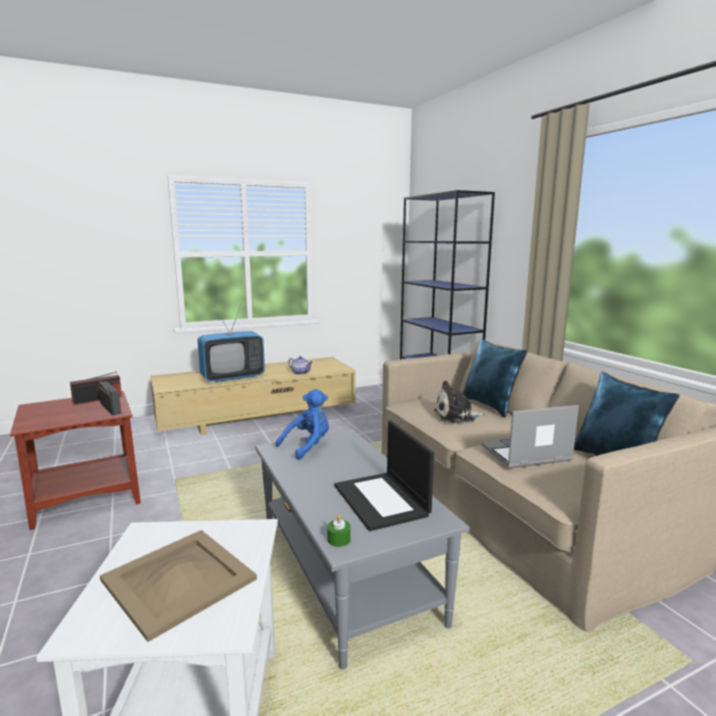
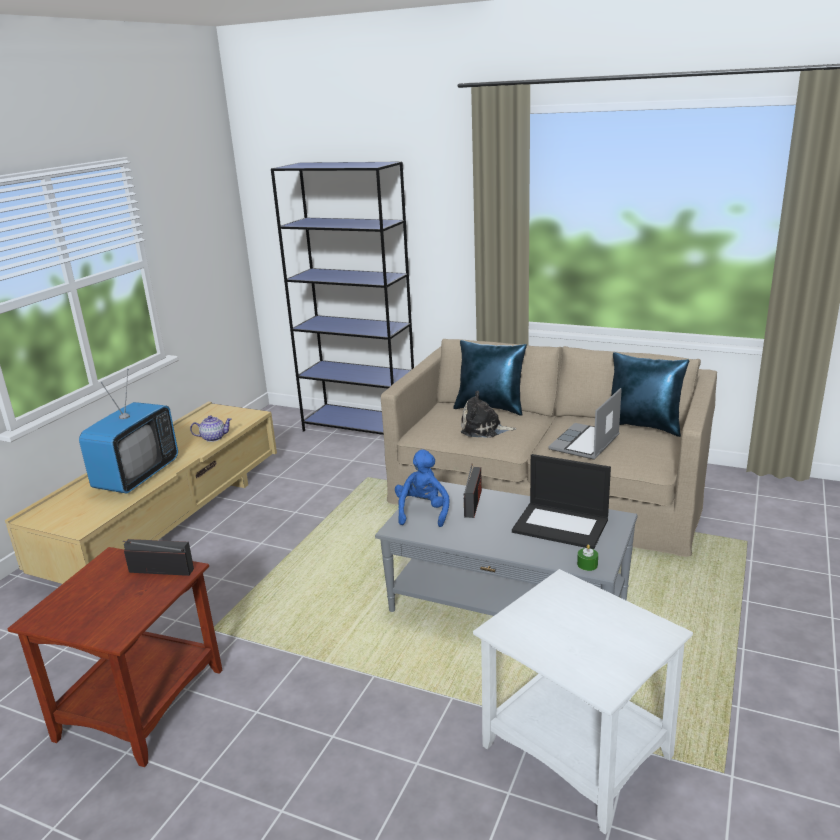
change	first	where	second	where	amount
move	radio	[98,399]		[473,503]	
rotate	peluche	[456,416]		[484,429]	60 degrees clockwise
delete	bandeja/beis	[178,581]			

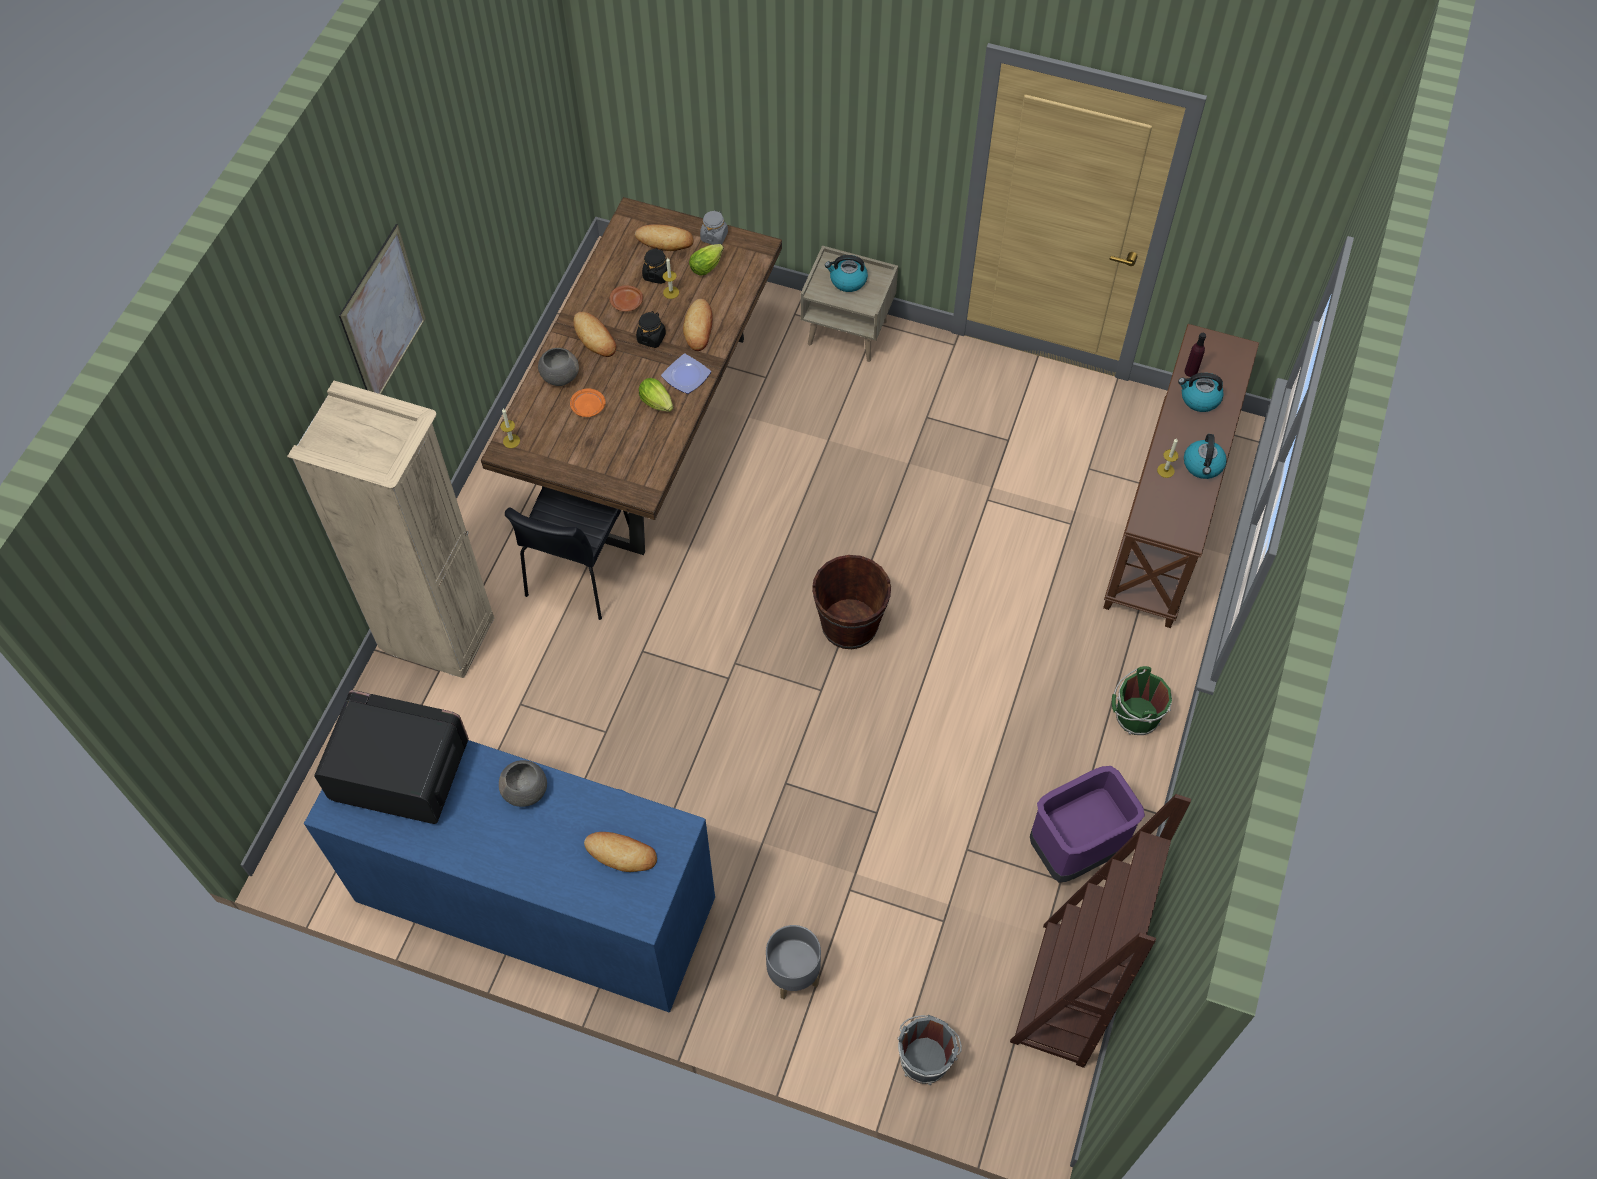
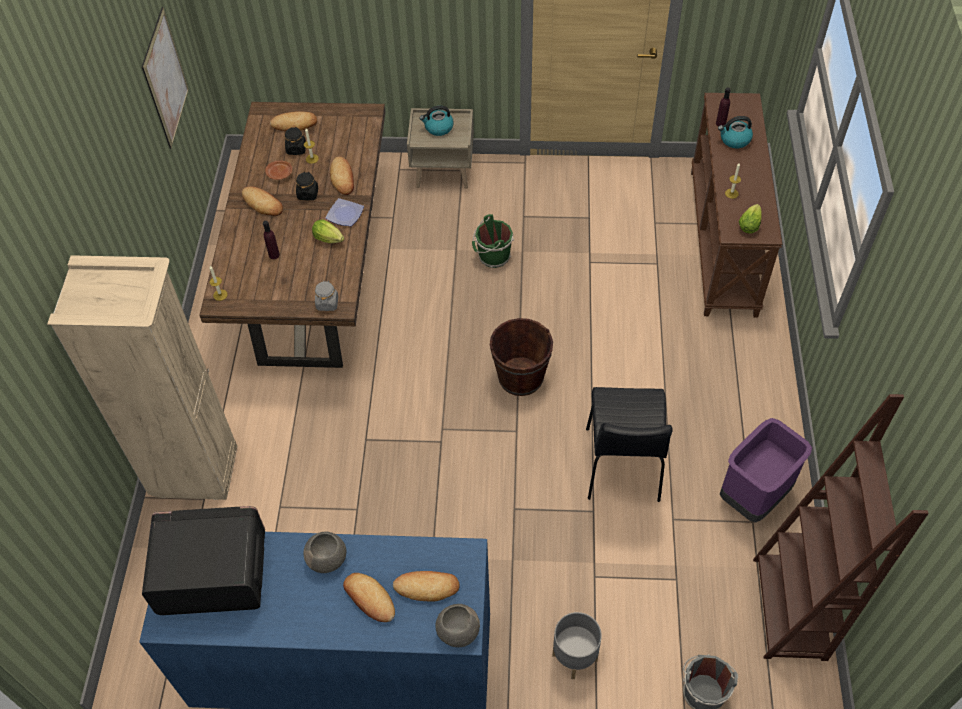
change	first	where	second	where	amount
move	tarro/gris	[714,236]		[327,303]	
move	cuadro	[383,316]		[165,78]	
move	lechuga	[708,265]		[750,224]	
move	cuenco/gris	[559,376]		[457,631]	
replace	plato/naranja	[587,407]	botella/morado	[274,255]	
delete	hervidor	[1203,465]			
move	silla/negro	[579,573]		[623,467]	
move	cubo/verde	[1135,717]		[492,257]	
insert			pan	[369,599]	

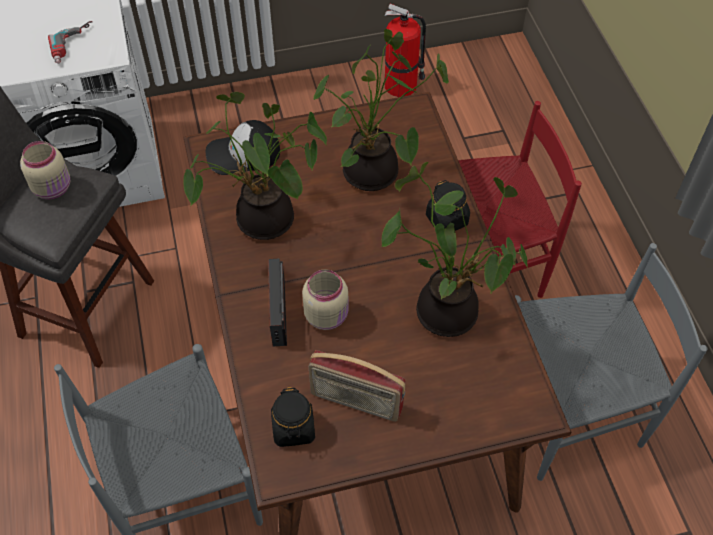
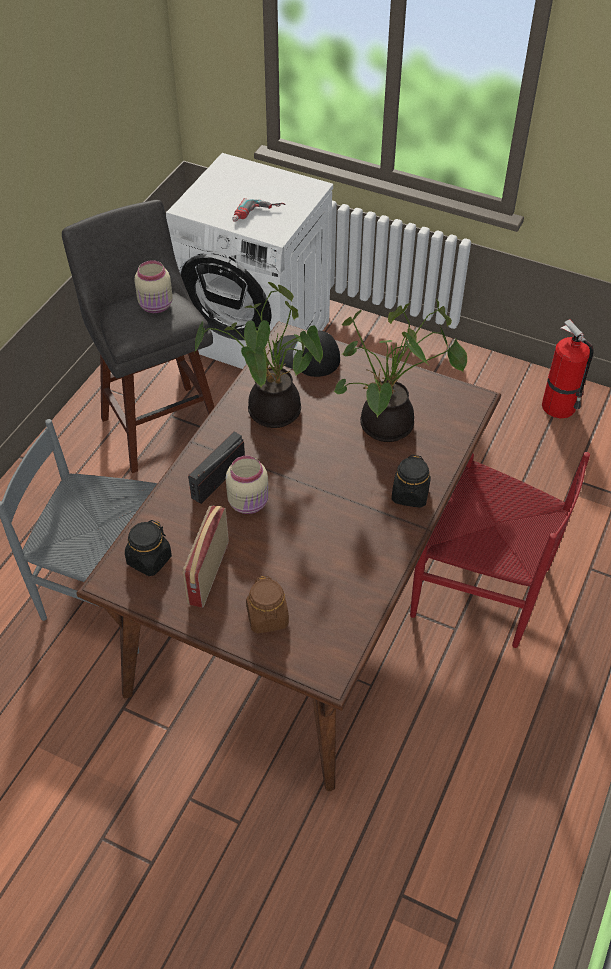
change	first	where	second	where	amount
delete	planta en maceta	[448,308]			
delete	silla/gris	[571,408]			
rotate	radio	[356,402]		[207,573]	45 degrees clockwise
insert			tarro/marrón	[267,617]	

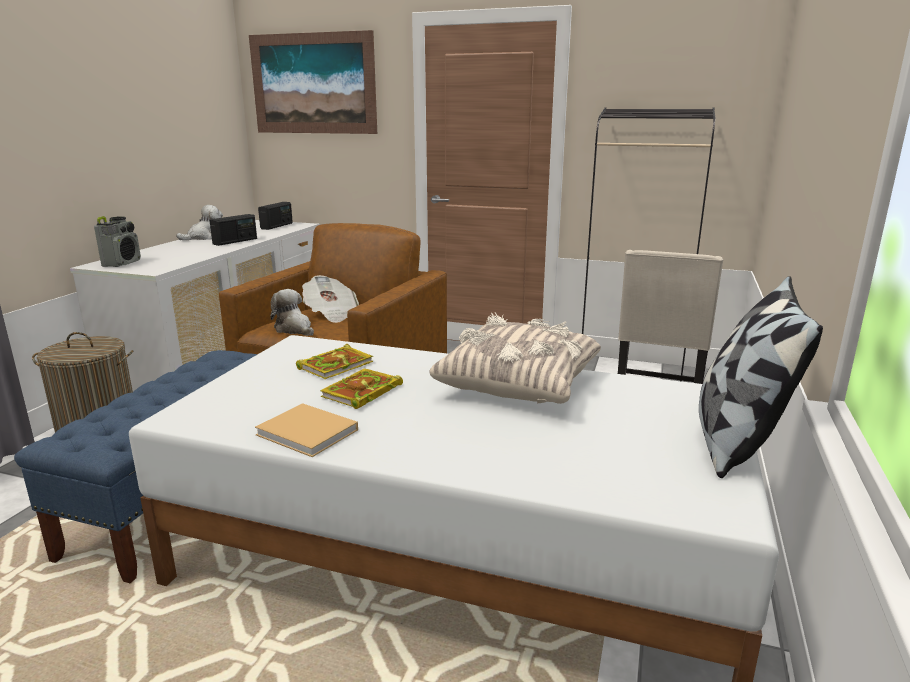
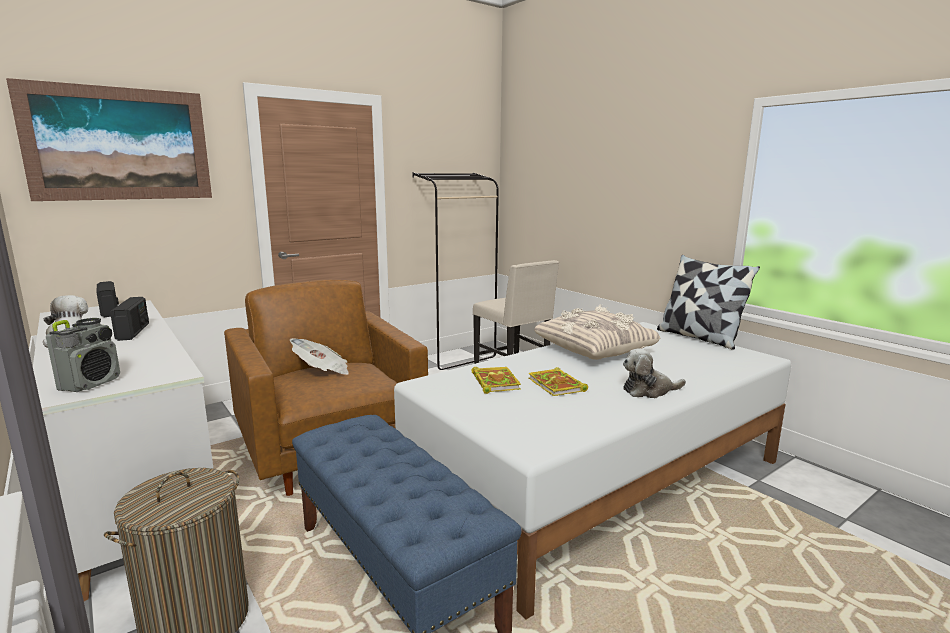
change	first	where	second	where	amount
rotate	radio	[122,263]		[91,383]	60 degrees clockwise
move	peluche	[294,329]		[649,390]	
delete	libro/beis	[309,433]			

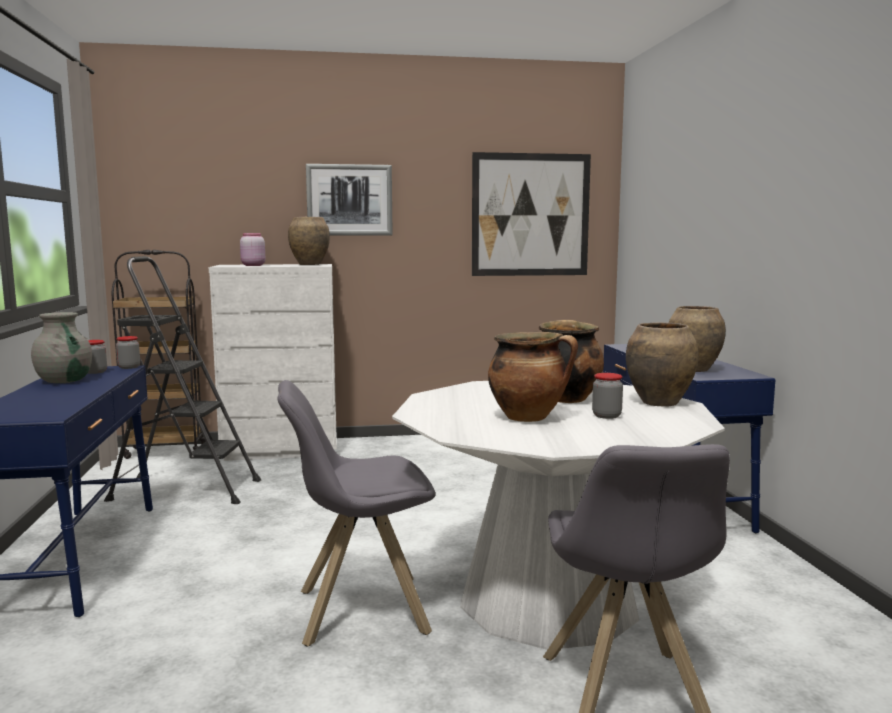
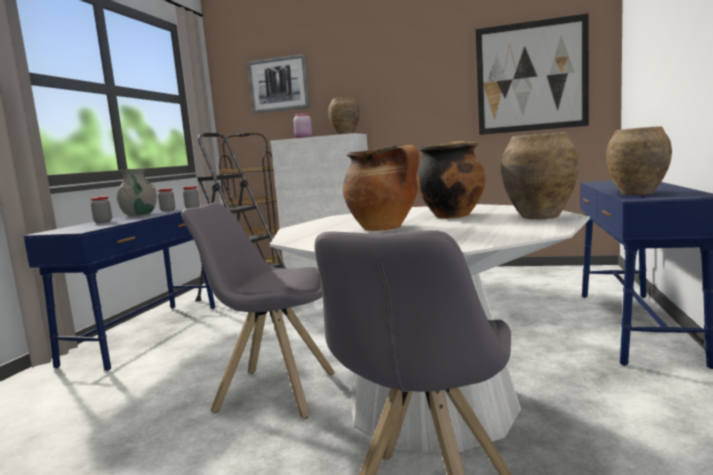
change	first	where	second	where	amount
move	cuadro	[349,200]		[278,84]	
move	tarro	[606,416]		[103,222]	

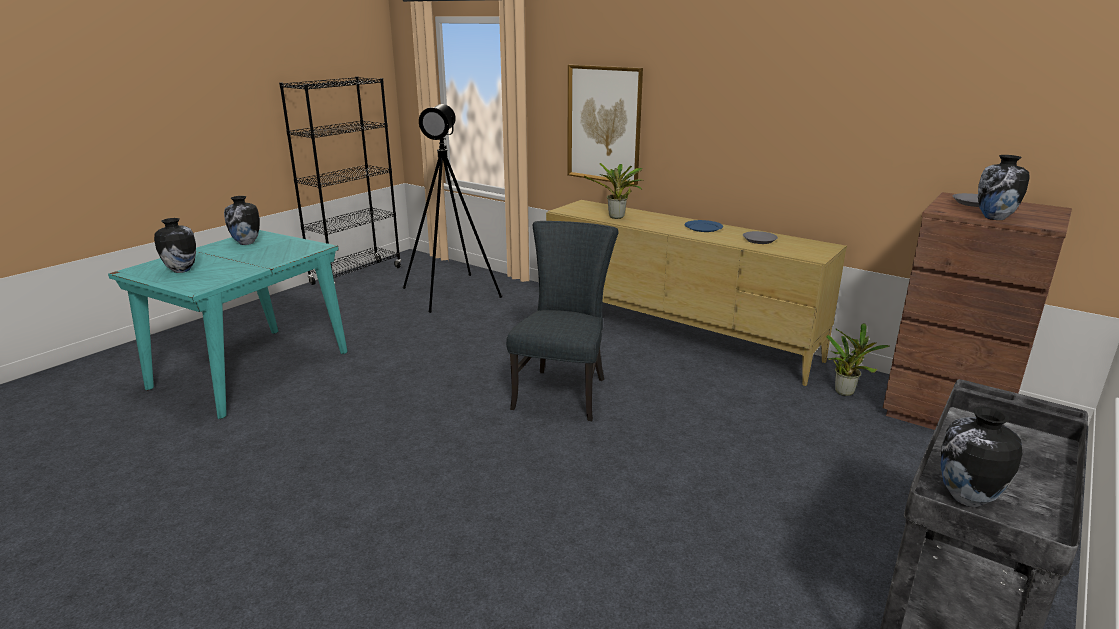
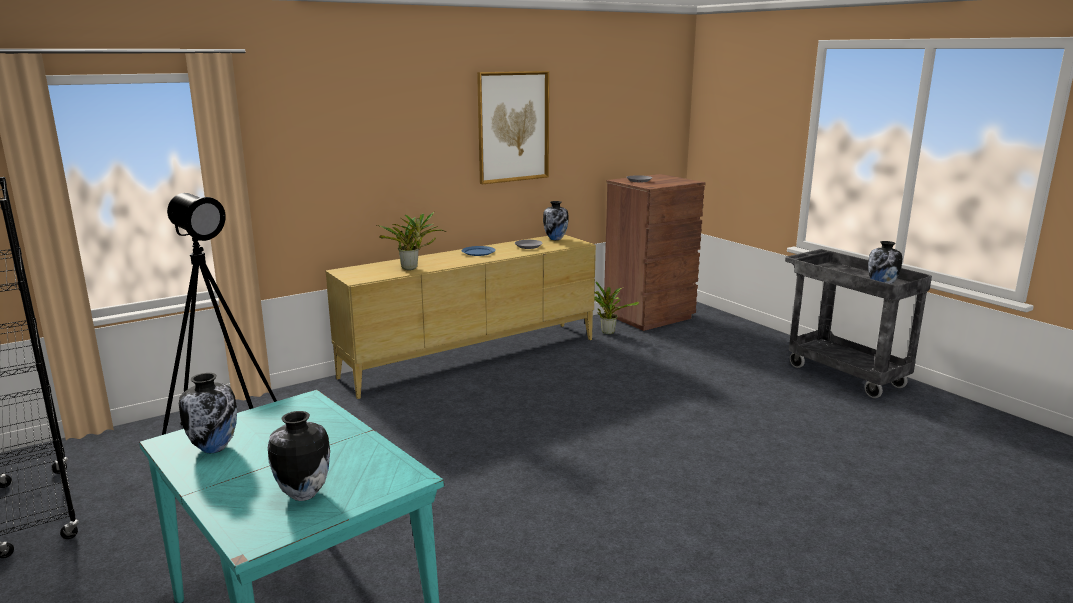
change	first	where	second	where	amount
move	cuadro	[604,124]		[513,127]	
move	florero	[994,218]		[555,239]	
delete	silla/gris	[563,390]			

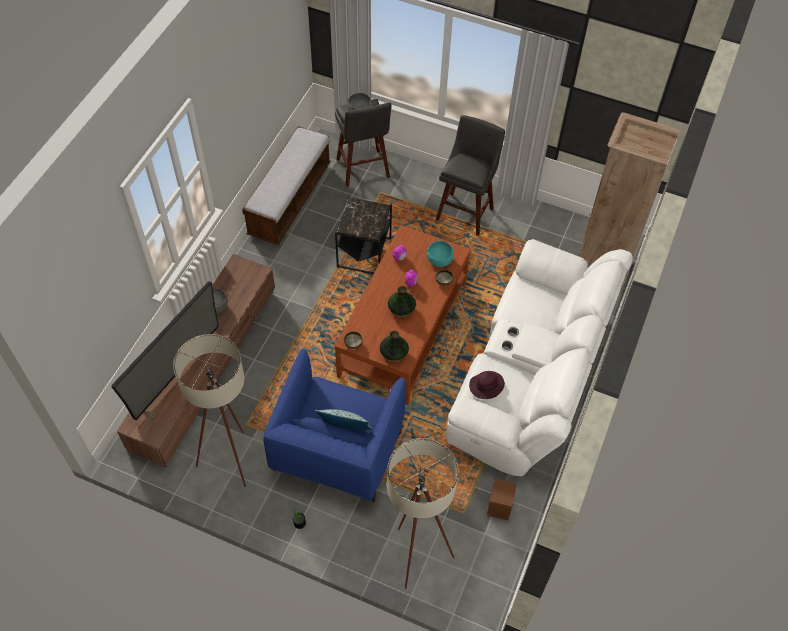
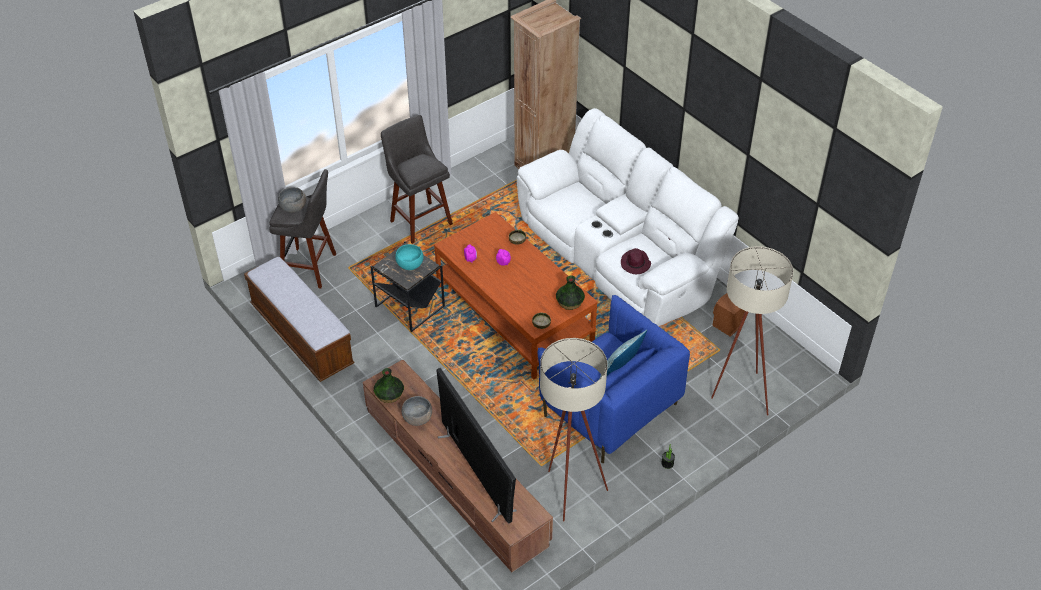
change	first	where	second	where	amount
move	cuenco/turquesa	[439,260]		[409,264]	
move	florero	[401,309]		[389,395]	

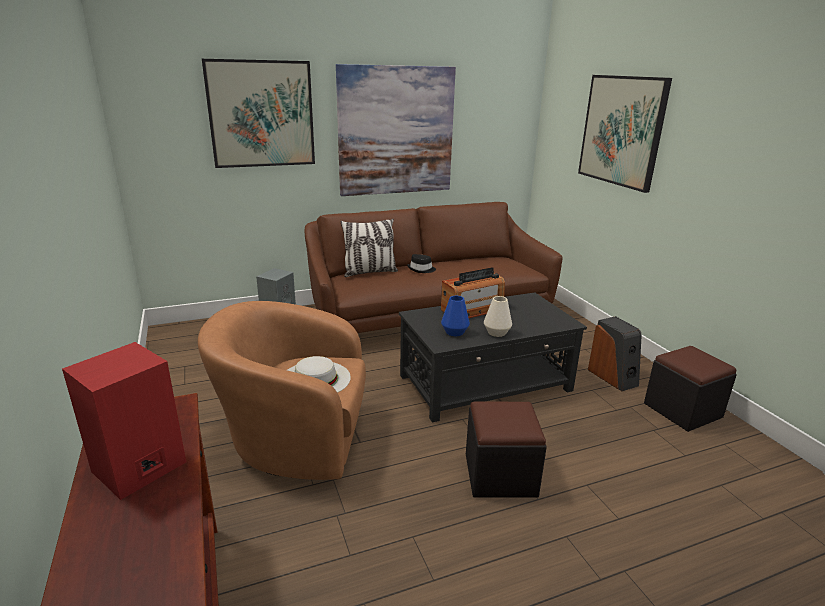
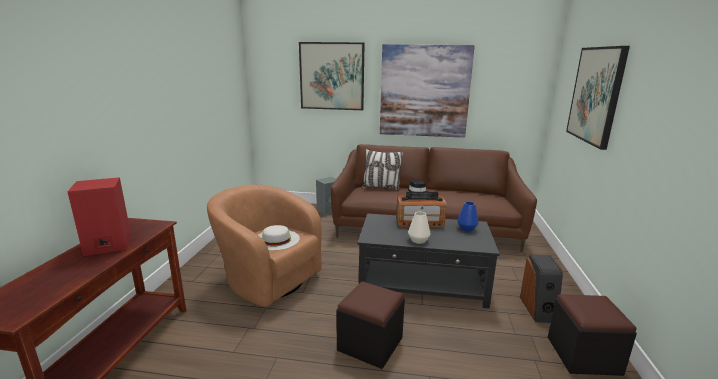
change	first	where	second	where	amount
move	florero/azul	[454,332]		[466,228]	

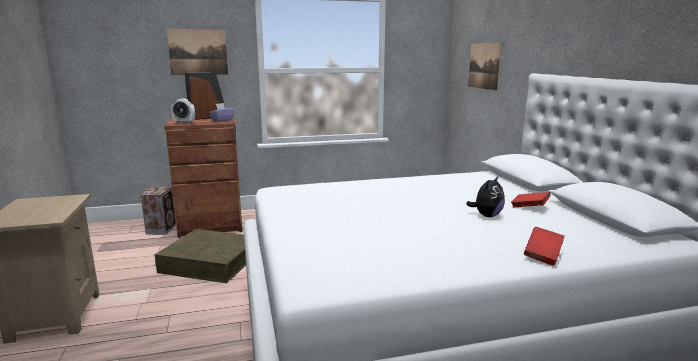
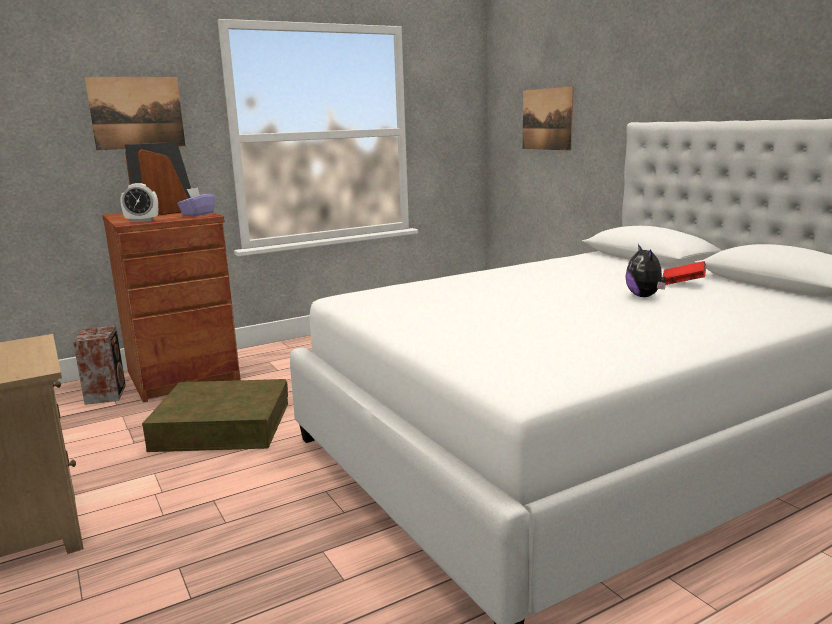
change	first	where	second	where	amount
rotate	peluche	[486,215]		[645,296]	150 degrees clockwise
delete	libro/rojo	[543,256]			

